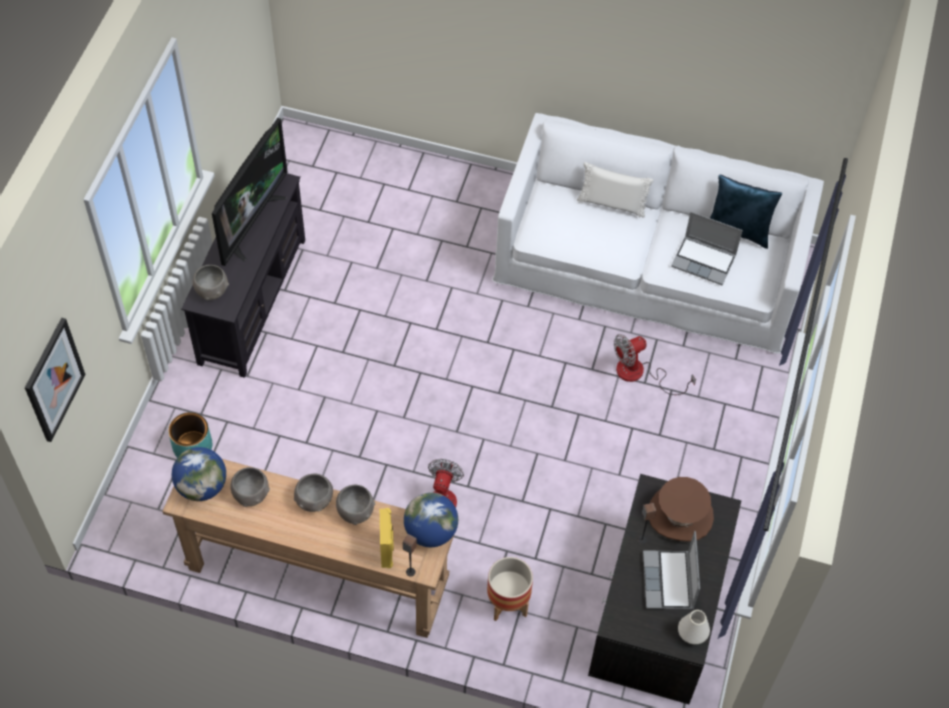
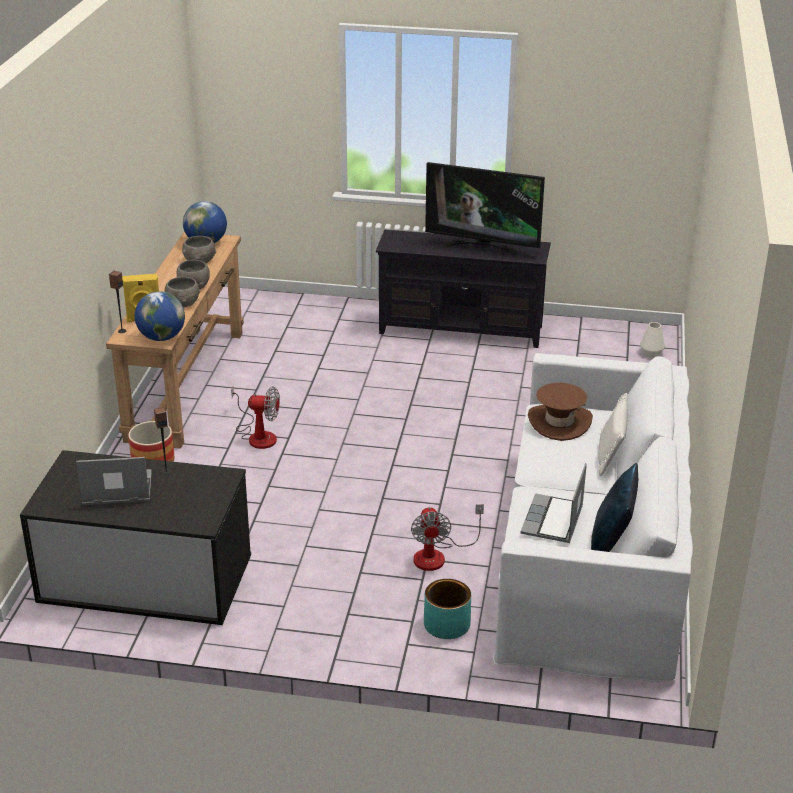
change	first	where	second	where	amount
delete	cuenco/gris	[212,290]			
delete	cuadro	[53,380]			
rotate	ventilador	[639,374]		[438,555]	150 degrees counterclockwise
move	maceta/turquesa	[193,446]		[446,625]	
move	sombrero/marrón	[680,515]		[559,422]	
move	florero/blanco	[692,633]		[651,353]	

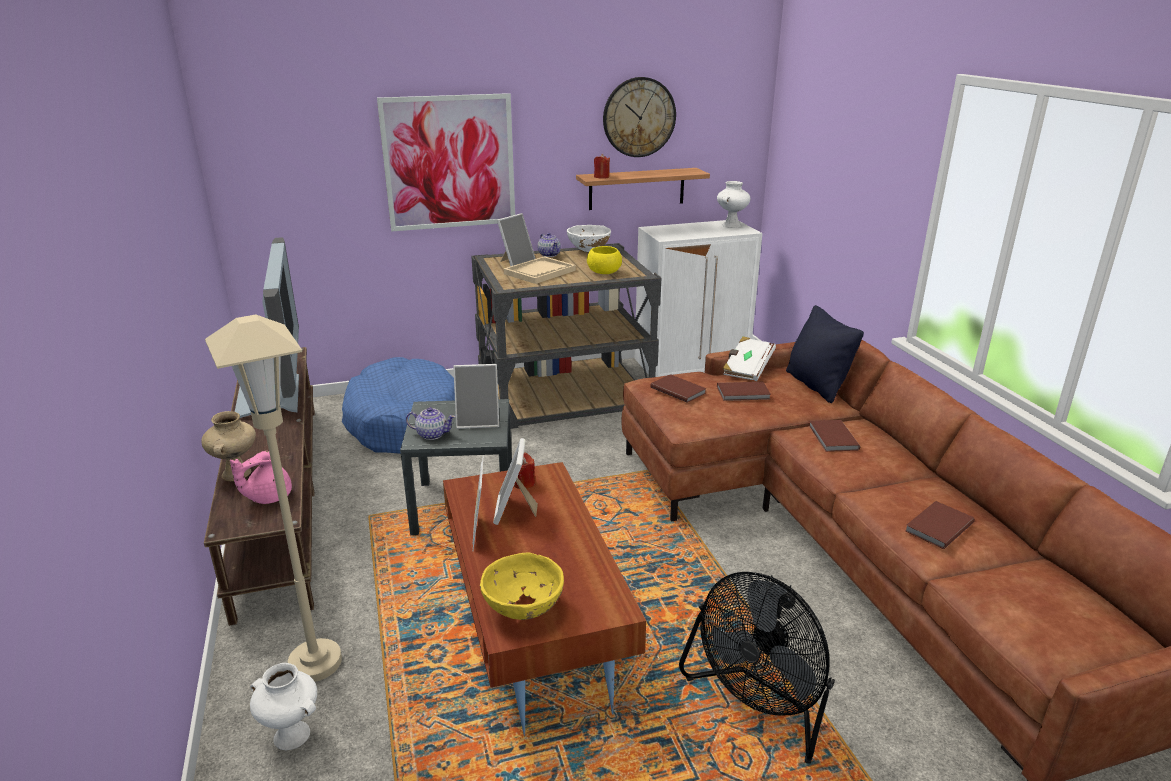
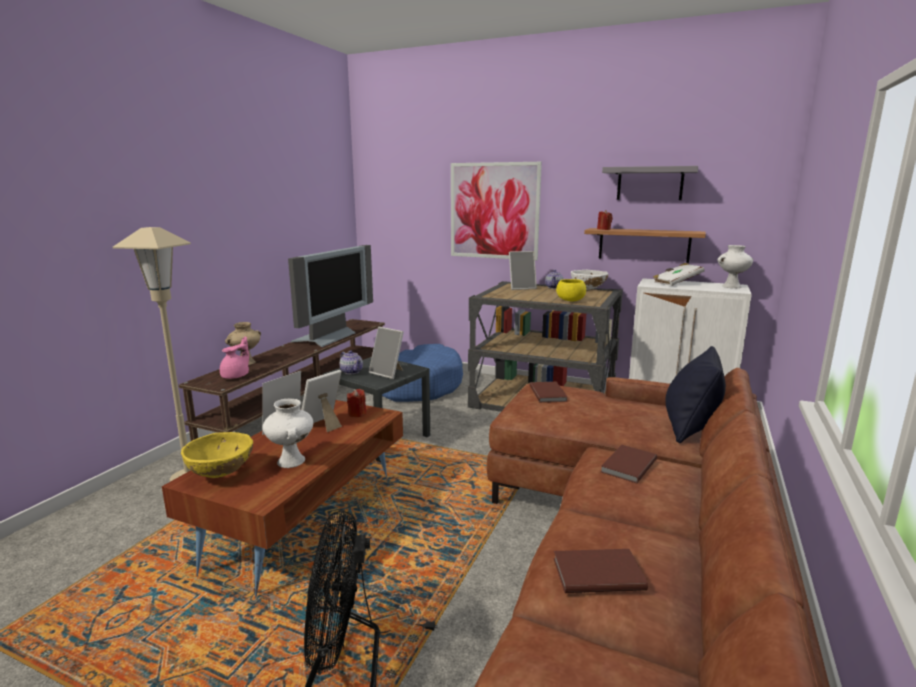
change	first	where	second	where	amount
replace	reloj de pared	[639,117]	estante/gris	[650,183]	
delete	bandeja/beis	[540,272]			
move	libro/blanco	[747,369]		[676,283]	
delete	libro/marrón	[744,393]			
rotate	tetera/rosa	[268,497]		[236,376]	120 degrees clockwise
move	florero/blanco	[293,735]		[292,461]	

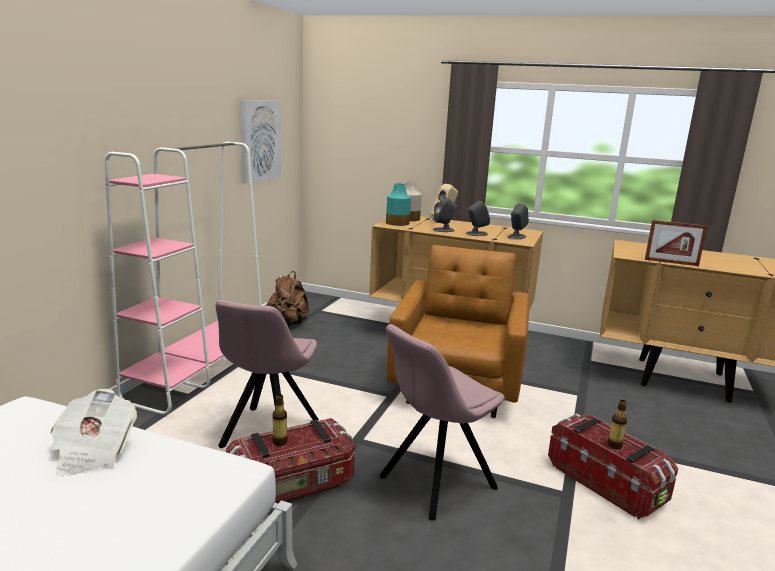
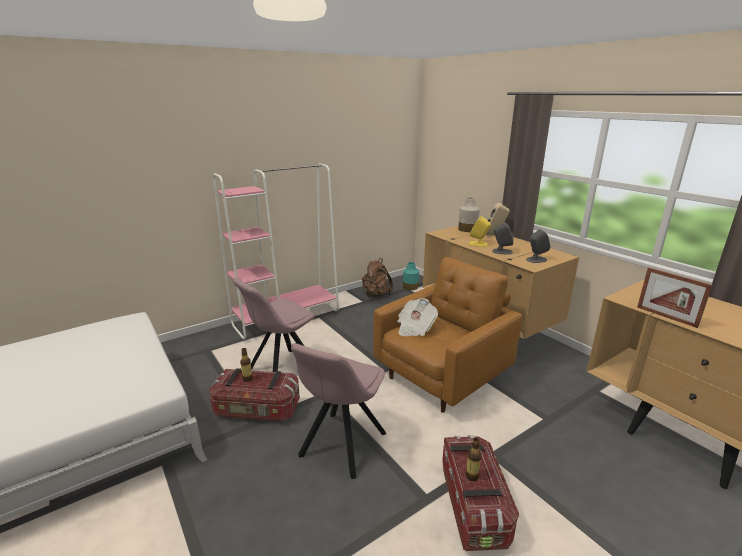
change	first	where	second	where	amount
delete	cuadro	[259,140]			
move	florero/turquesa	[397,223]		[410,287]	
recolor	altavoz/gris	[444,230]	altavoz/amarillo	[478,244]	
rotate	silla/rosa	[436,482]		[342,444]	60 degrees counterclockwise
move	periódico	[93,451]		[415,328]	

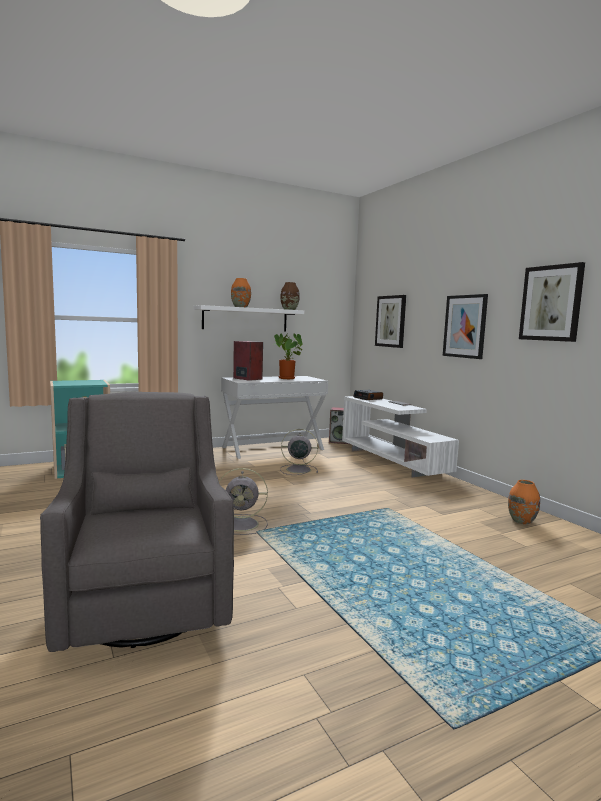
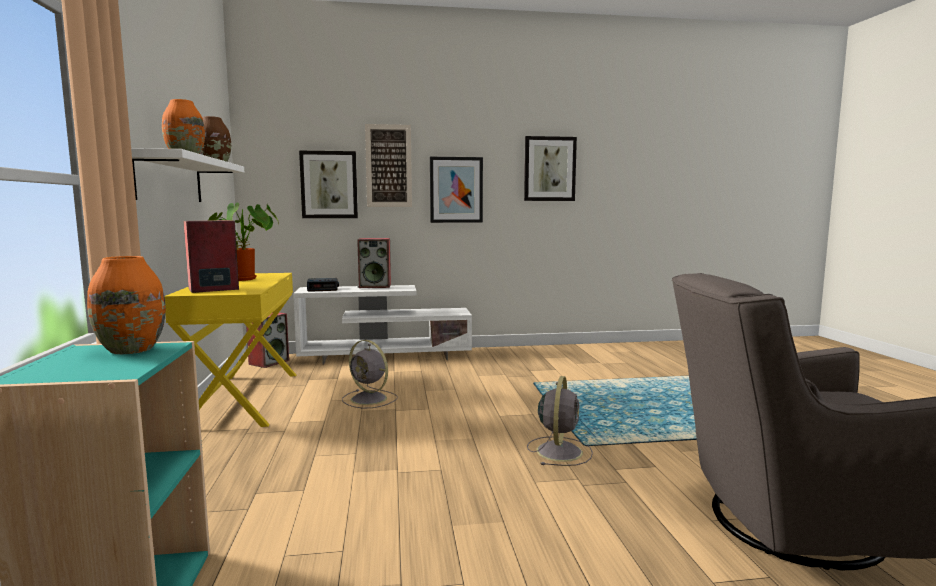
change	first	where	second	where	amount
recolor	mesa consola/blanco	[273,448]	mesa consola/amarillo	[244,399]	
rotate	ventilador/gris	[297,469]		[370,399]	75 degrees counterclockwise
move	florero/naranja	[521,521]		[130,349]	
insert			cuadro	[388,166]	
insert			altavoz	[375,286]	

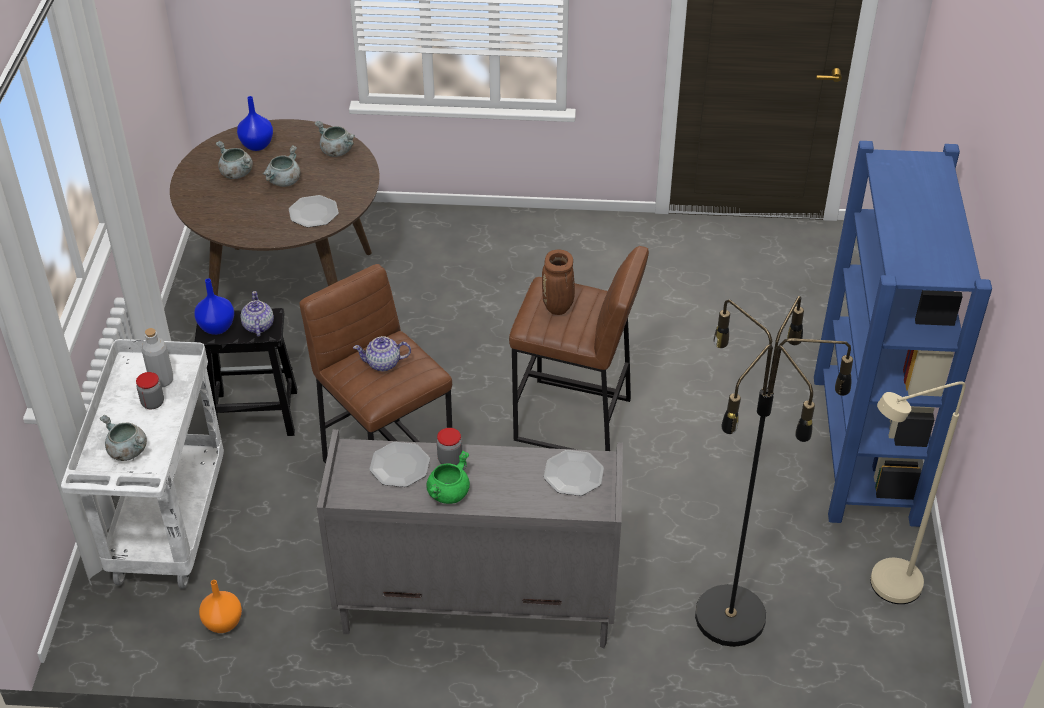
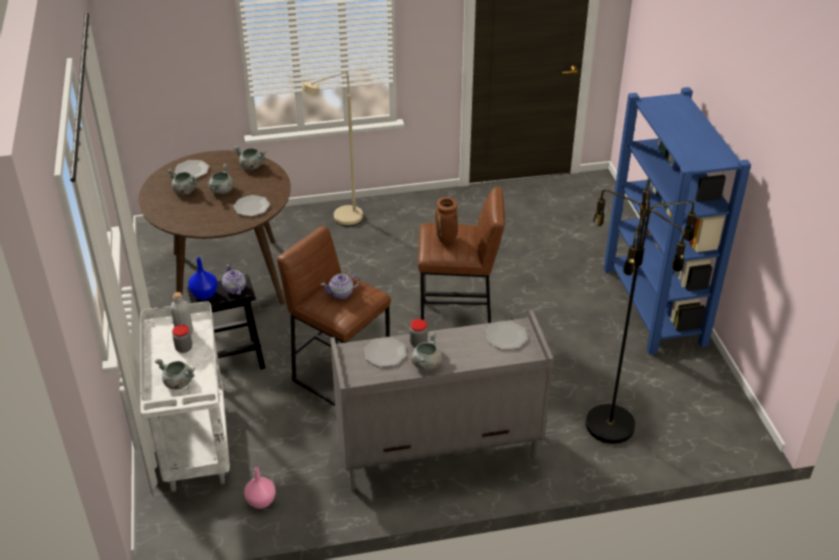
change	first	where	second	where	amount
replace	florero/azul	[256,144]	plato	[192,170]	
move	lámpara de pie/beis	[883,587]		[341,220]	
recolor	olla/verde	[448,492]	olla/gris	[426,363]	
recolor	florero/naranja	[222,622]	florero/rosa	[260,501]	

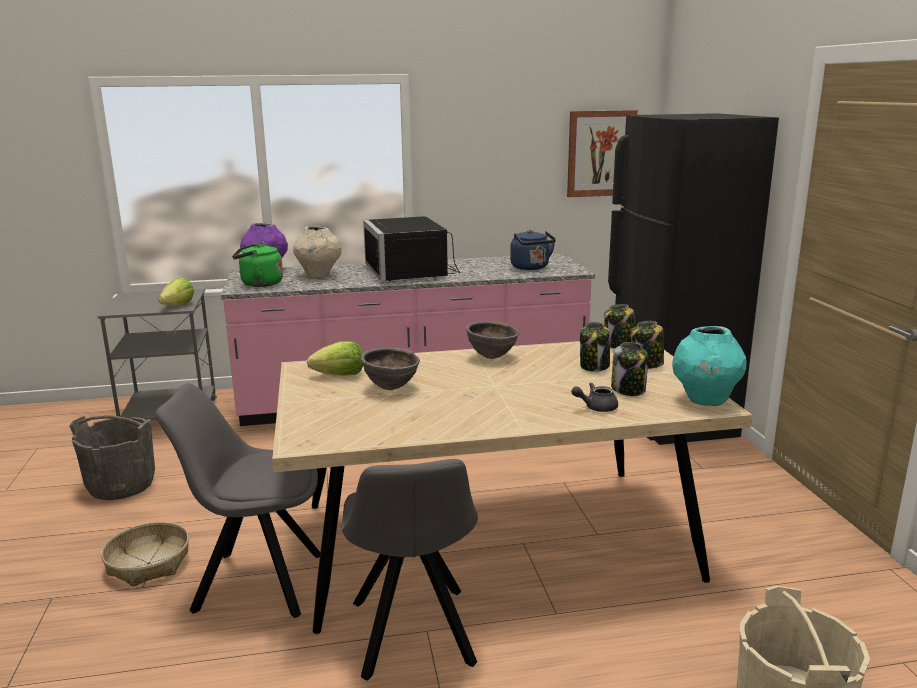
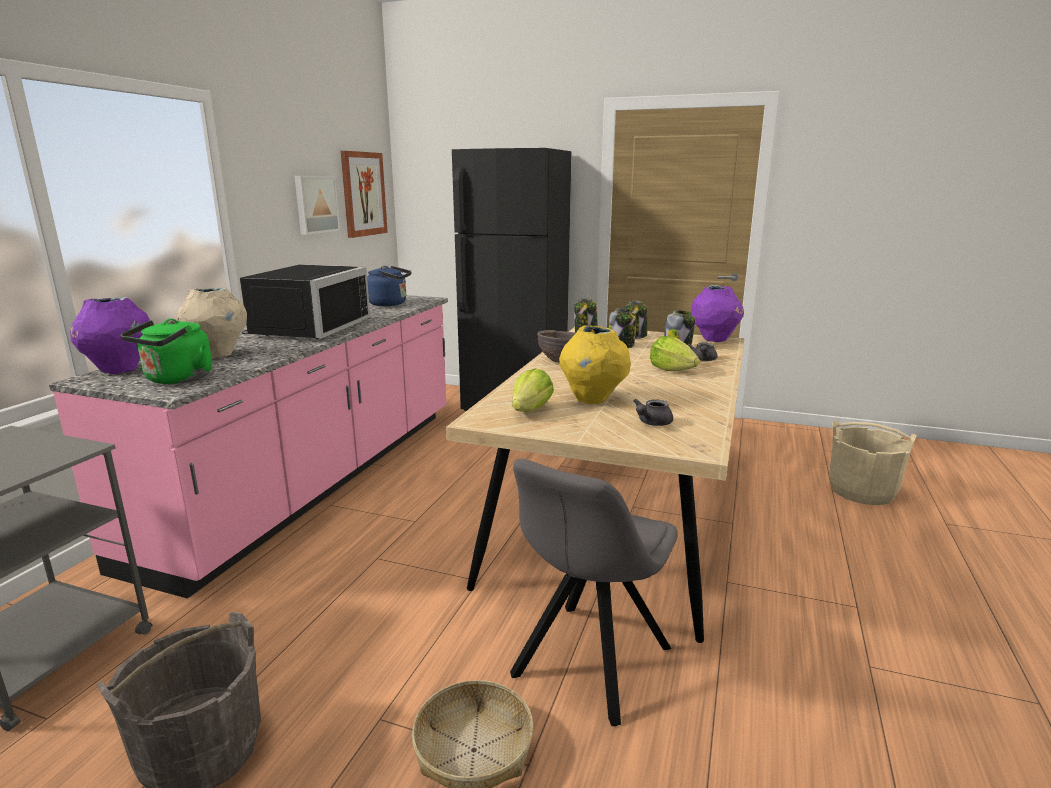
change	first	where	second	where	amount
rotate	microondas/negro	[412,271]		[305,328]	90 degrees counterclockwise
move	lechuga	[178,305]		[672,370]	
recolor	florero/turquesa	[705,400]	florero/morado	[714,340]	
replace	cuenco/marrón	[391,388]	florero/amarillo	[593,399]	
delete	silla/gris	[413,633]			
insert			cuadro	[315,204]	
insert			tetera/gris	[651,423]	

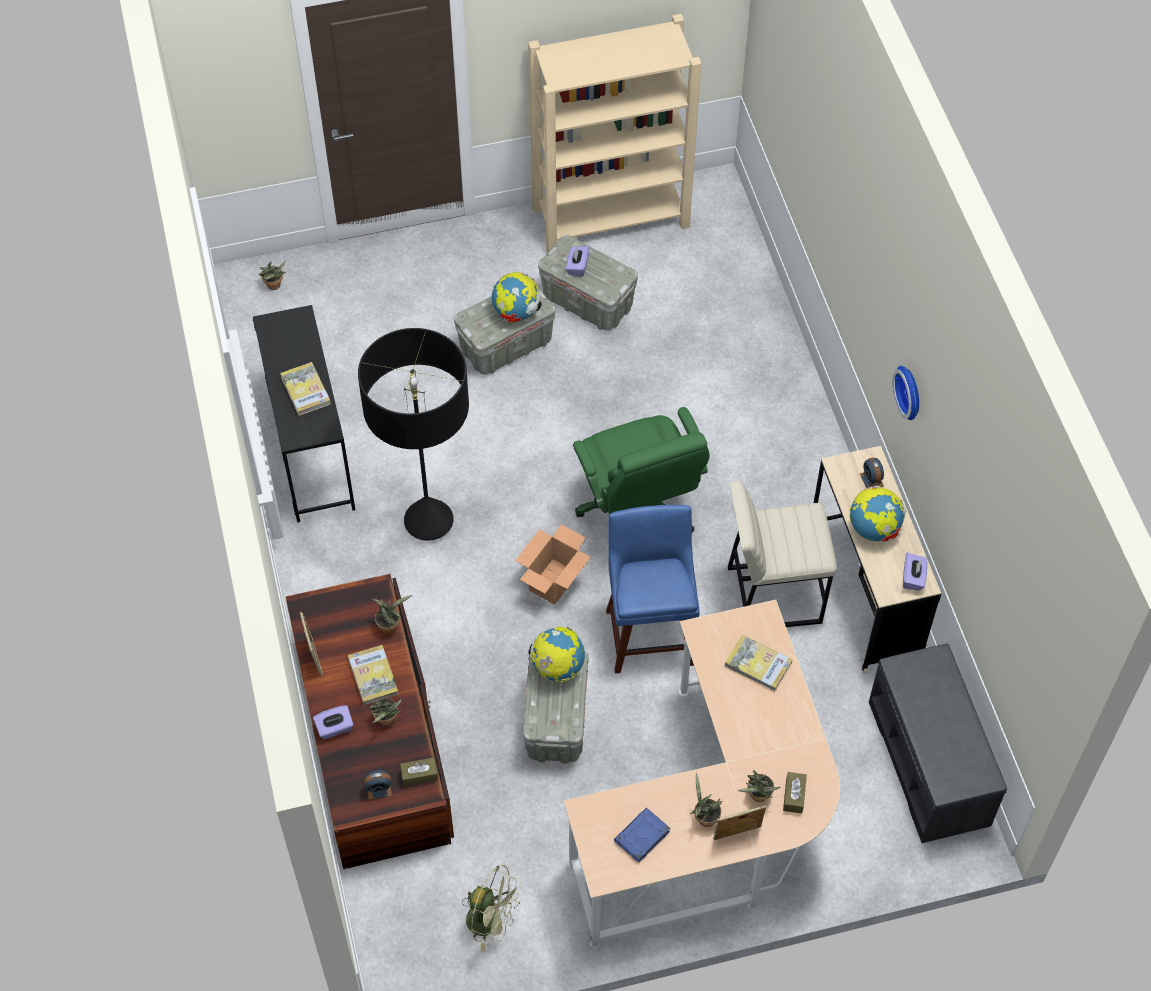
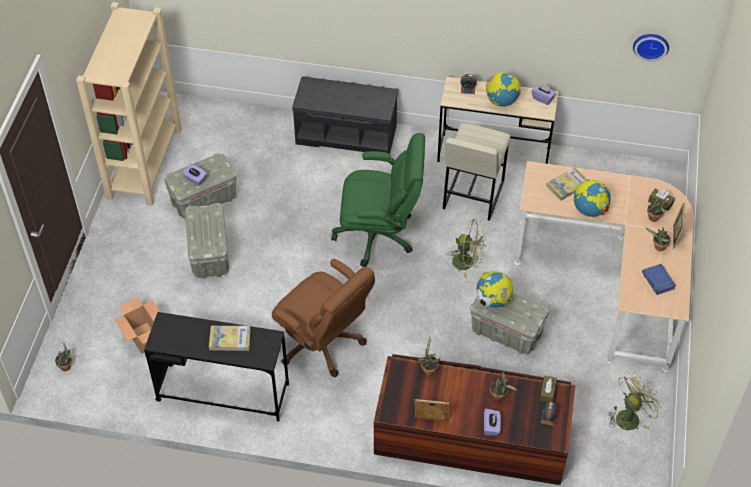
change	first	where	second	where	amount
move	globo terráqueo	[516,313]		[590,210]	
replace	lámpara de pie/negro	[429,523]	silla de oficina/marrón	[324,346]	
move	reloj de pared	[911,391]		[651,45]	
replace	silla/azul	[650,632]	ventilador/verde	[468,262]	
move	caja de cartón	[553,582]		[145,338]	
move	banco/gris	[930,764]		[347,134]	
delete	libro	[373,676]			

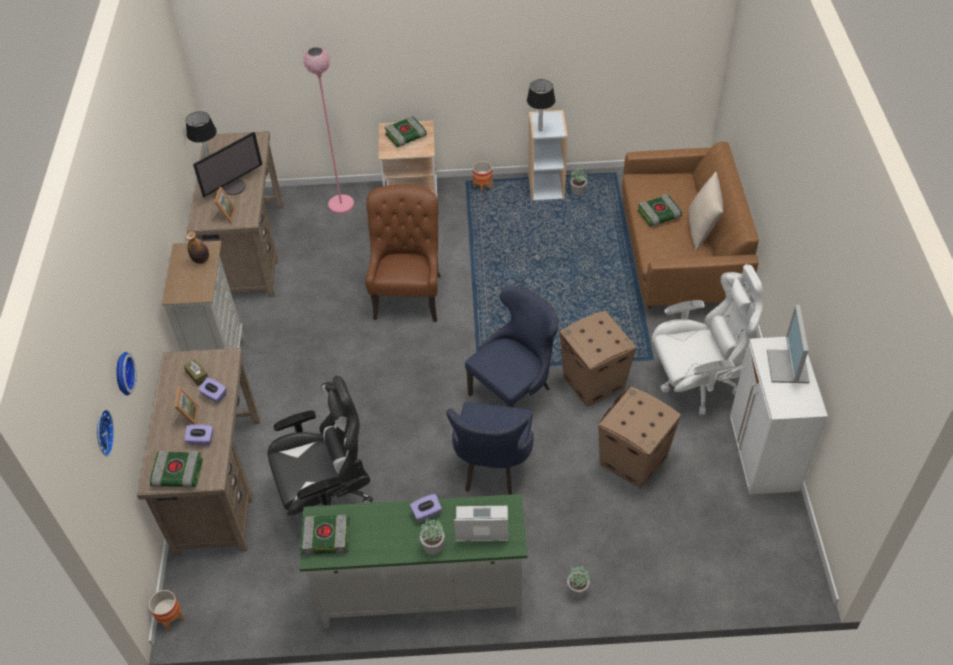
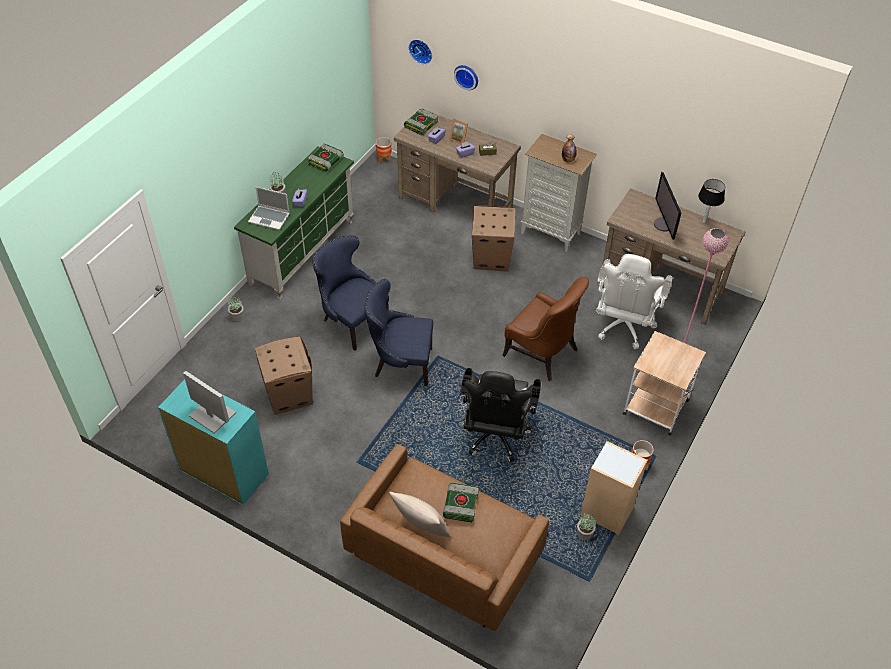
change	first	where	second	where	amount
delete	lámpara de mesa	[540,130]			
delete	libro	[405,136]			
delete	portarretratos	[225,215]			
move	silla de oficina/blanco	[695,384]		[624,322]	
rotate	silla/azul	[514,392]		[401,364]	105 degrees clockwise
move	caja de cartón	[594,382]		[490,258]	
recolor	armario/blanco	[763,453]	armario/turquesa	[223,471]	
move	silla de oficina/negro	[325,497]		[496,431]	
rotate	portátil	[481,525]		[270,218]	75 degrees clockwise

